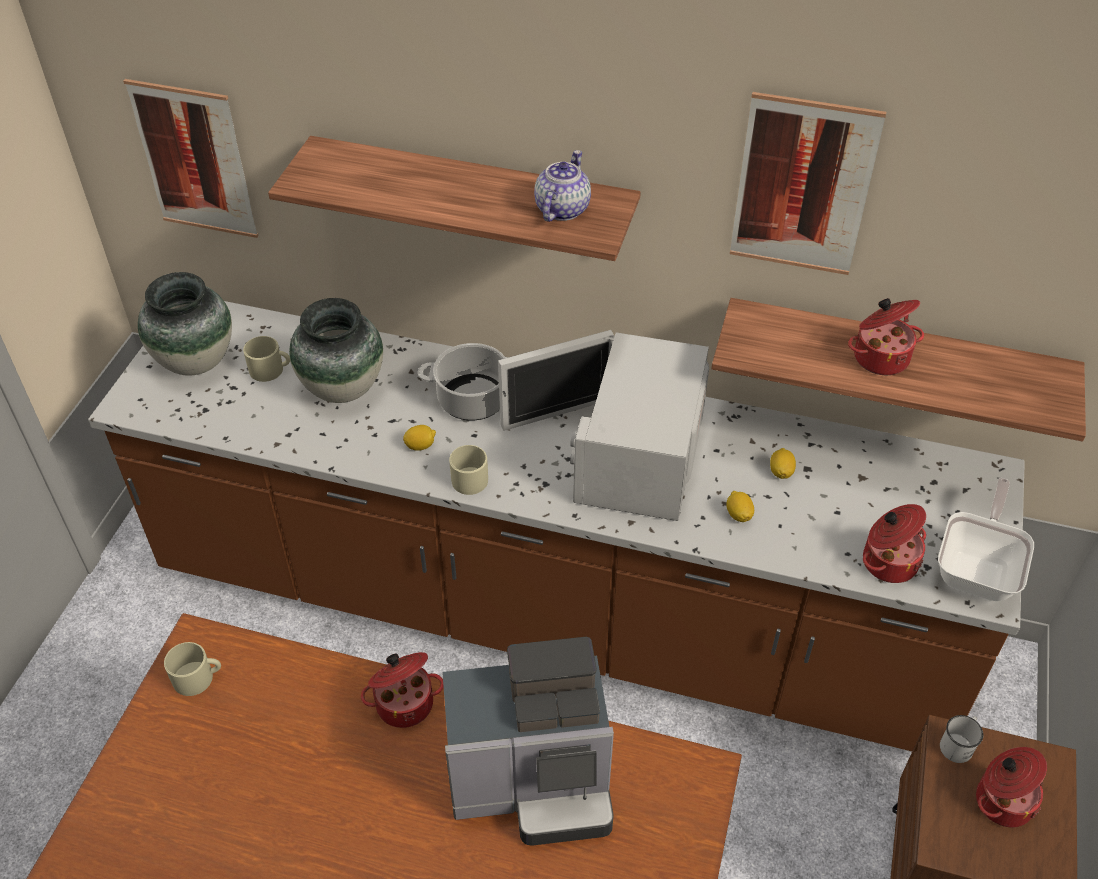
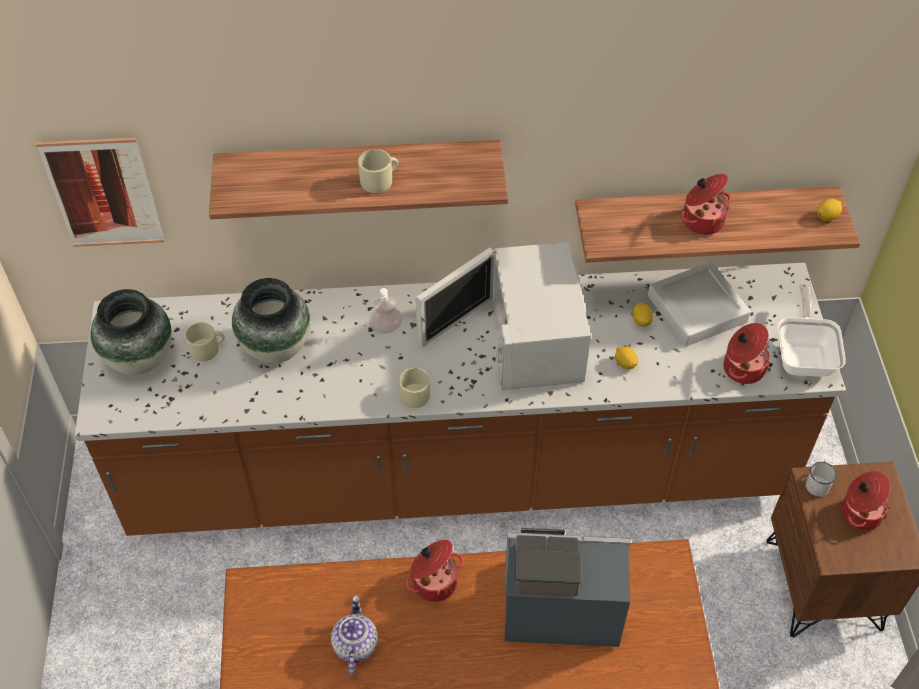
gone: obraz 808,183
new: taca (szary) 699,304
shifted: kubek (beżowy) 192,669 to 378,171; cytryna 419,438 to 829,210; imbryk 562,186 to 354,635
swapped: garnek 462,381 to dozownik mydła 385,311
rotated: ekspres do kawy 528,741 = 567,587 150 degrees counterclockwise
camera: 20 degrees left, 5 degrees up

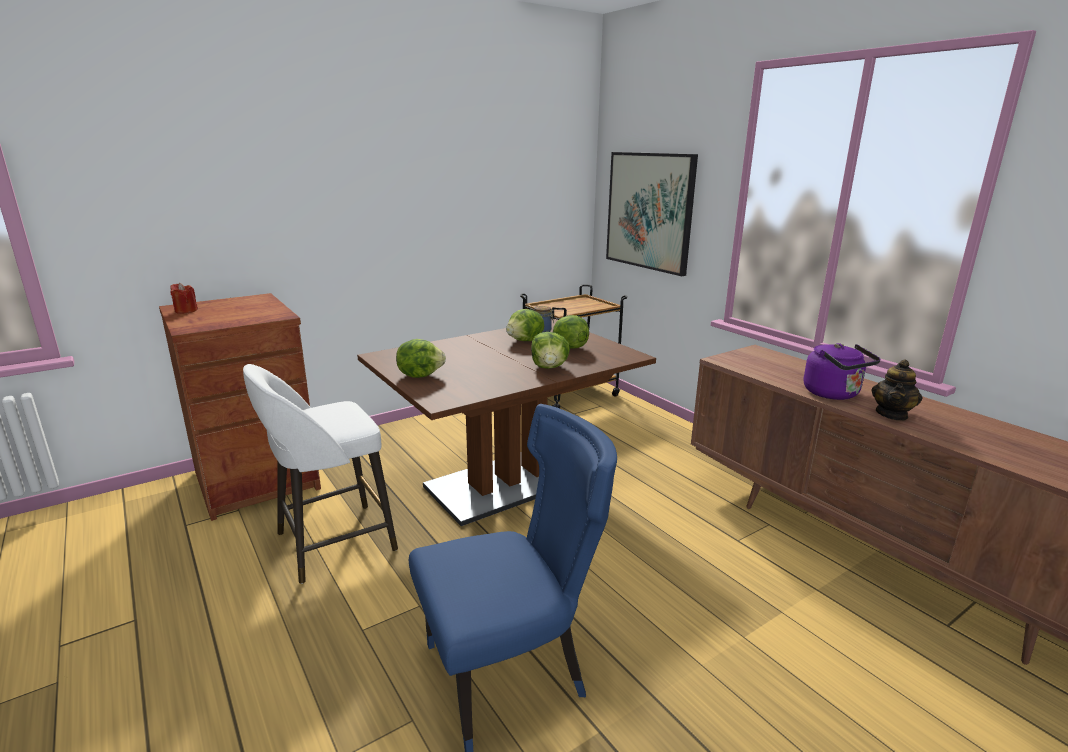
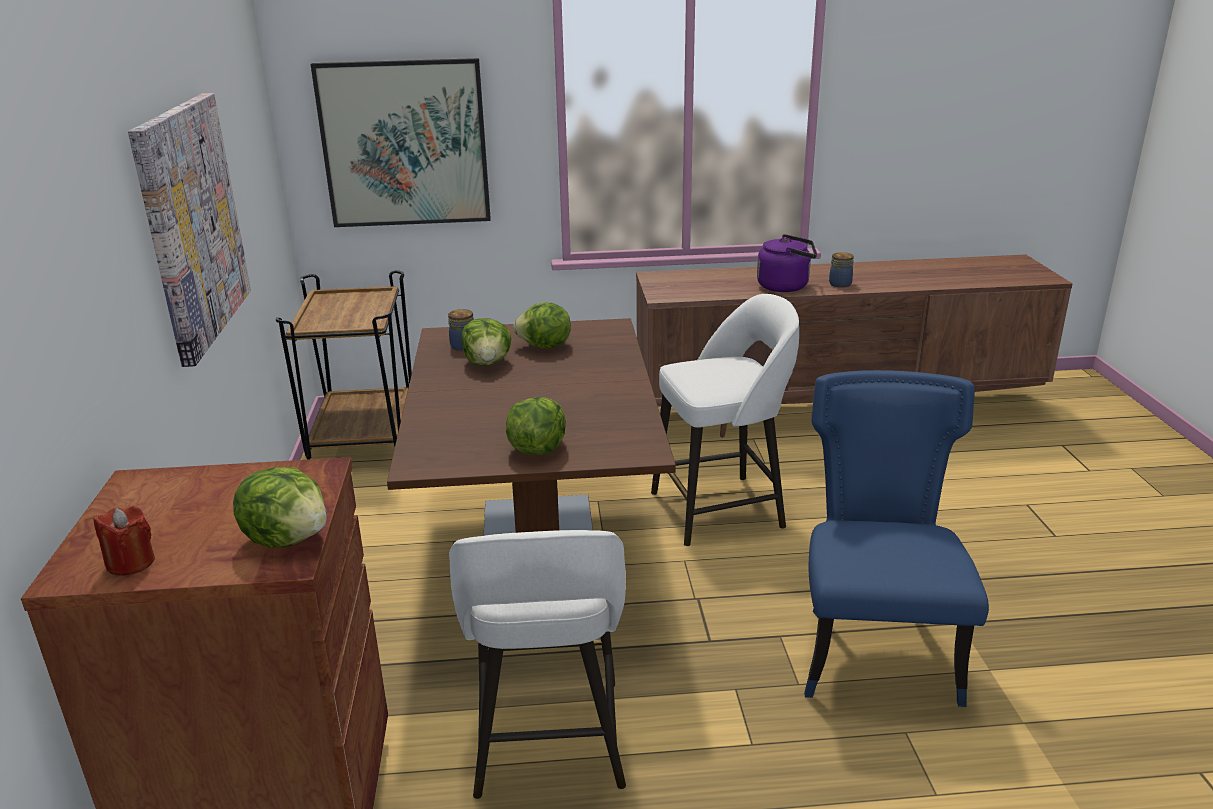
new: obraz 189,230; stołek (biały) 725,420
shifted: sałata 550,350 to 279,507
swapped: imbryk 897,390 to słoik 841,270
camera: 60 degrees left, 5 degrees up

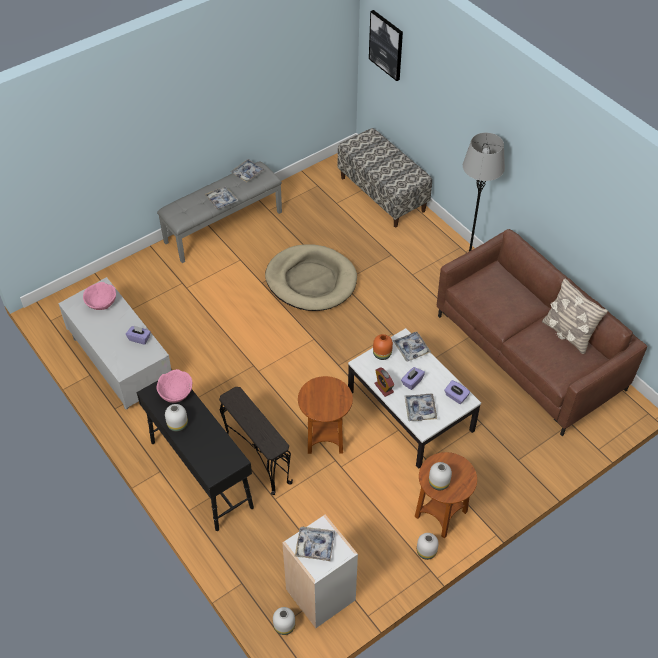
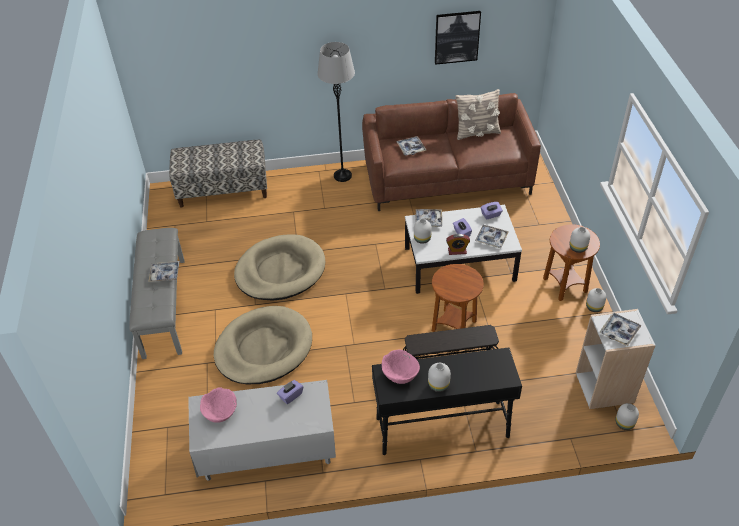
new: legowisko (beżowy) 263,345
shifted: taca 248,170 to 411,146; obraz 386,45 to 458,38
repainted: wazon (pomarańczowy) 383,347 to wazon (biały) 423,231
camera: 60 degrees left, 5 degrees down

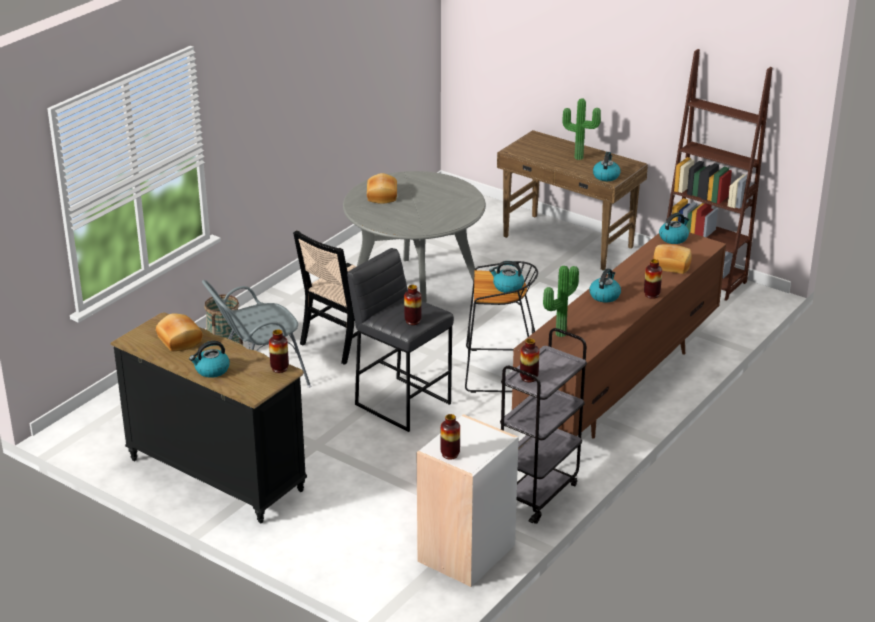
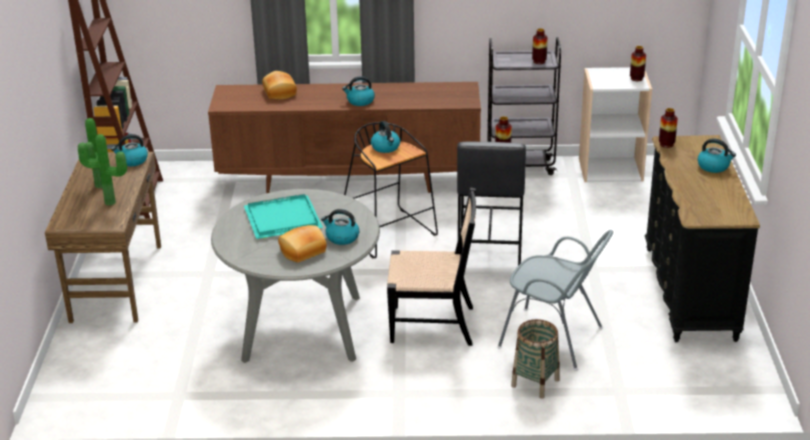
gone: chleb 179,332; wazon 653,279
new: taca (turkusowy) 283,216
shifted: roślina doniczkowa 561,301 to 102,170; czajnik 674,228 to 340,227
camera: 125 degrees left, 0 degrees up

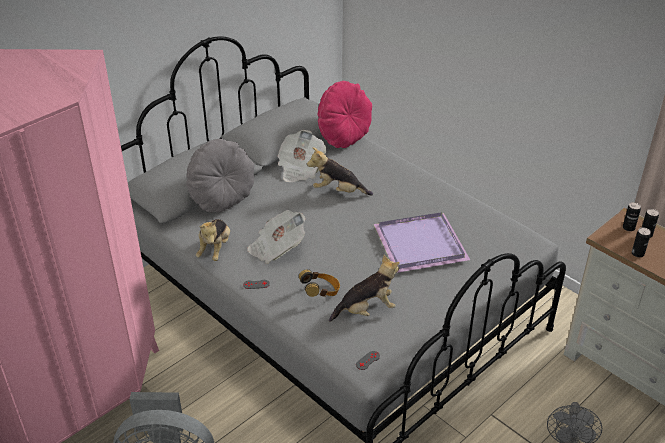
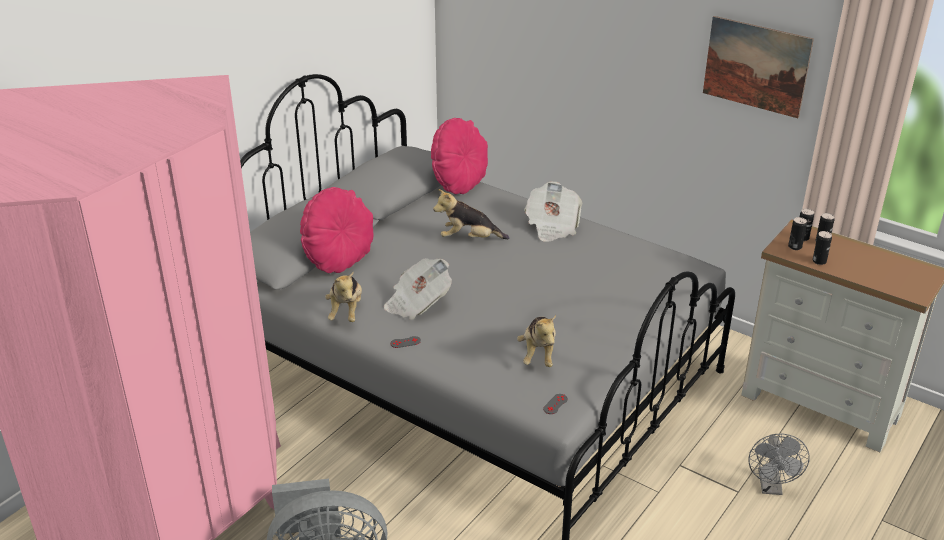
gone: słuchawki 319,283; taca (fioletowy) 421,242
new: obraz 758,67; puszka 797,233
shifted: gazeta 302,156 to 554,212
repainted: poduszka (szary) 220,176 to poduszka (różowy) 336,230
rotated: pluszak 364,288 = 536,341 120 degrees clockwise
camera: 10 degrees left, 5 degrees down

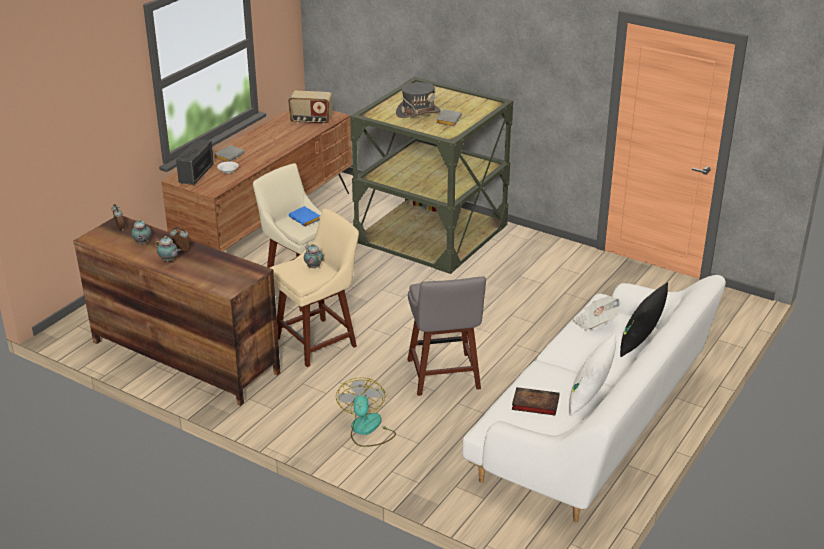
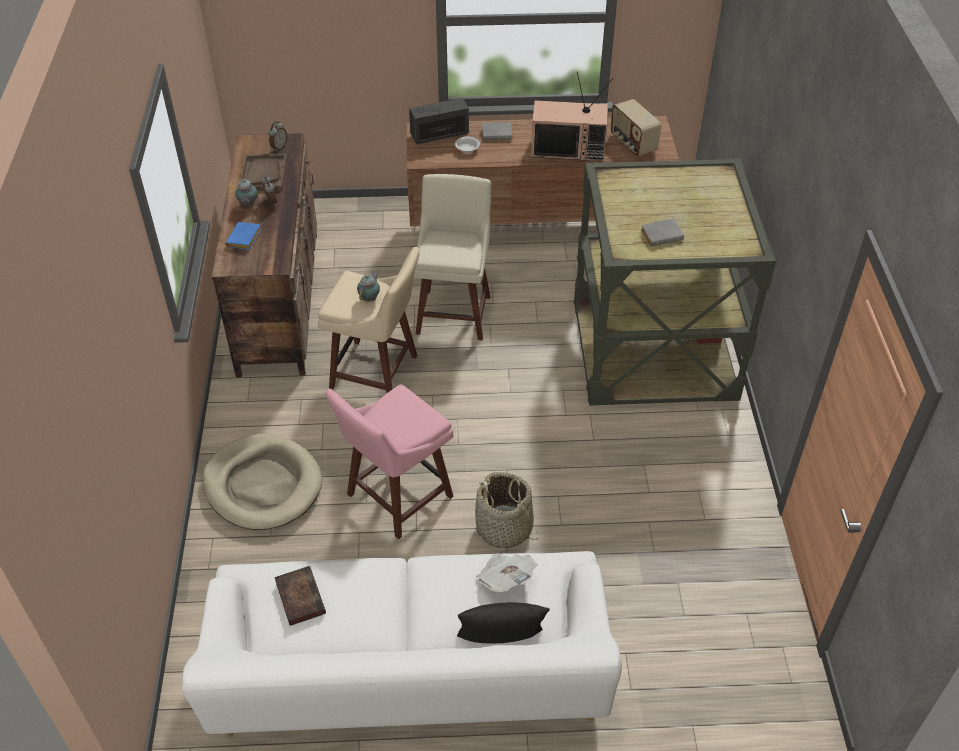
gone: kapelusz (szary) 418,100; poduszka (biały) 592,374
new: koszyk 506,510; telewizor 572,116
shifted: książka (niebieski) 304,216 to 243,236
swapped: imbryk 141,232 to taca (brązowy) 263,172; wentylator 366,412 to legowisko (beżowy) 262,482
repainted: stołek (szary) 446,336 to stołek (różowy) 389,461
camera: 55 degrees right, 15 degrees up

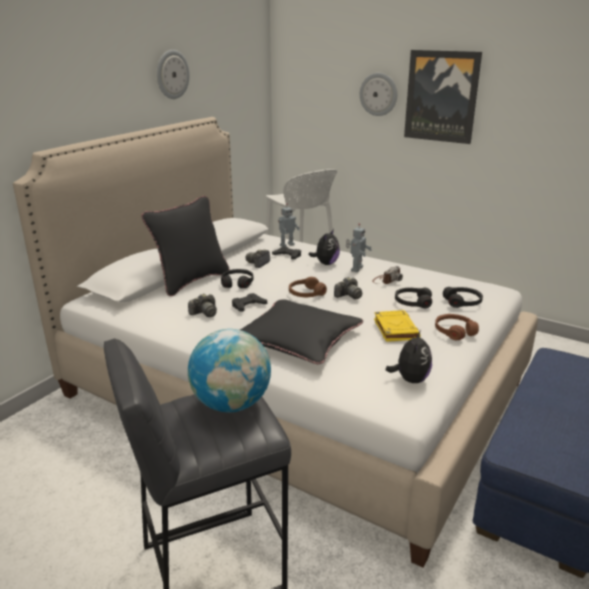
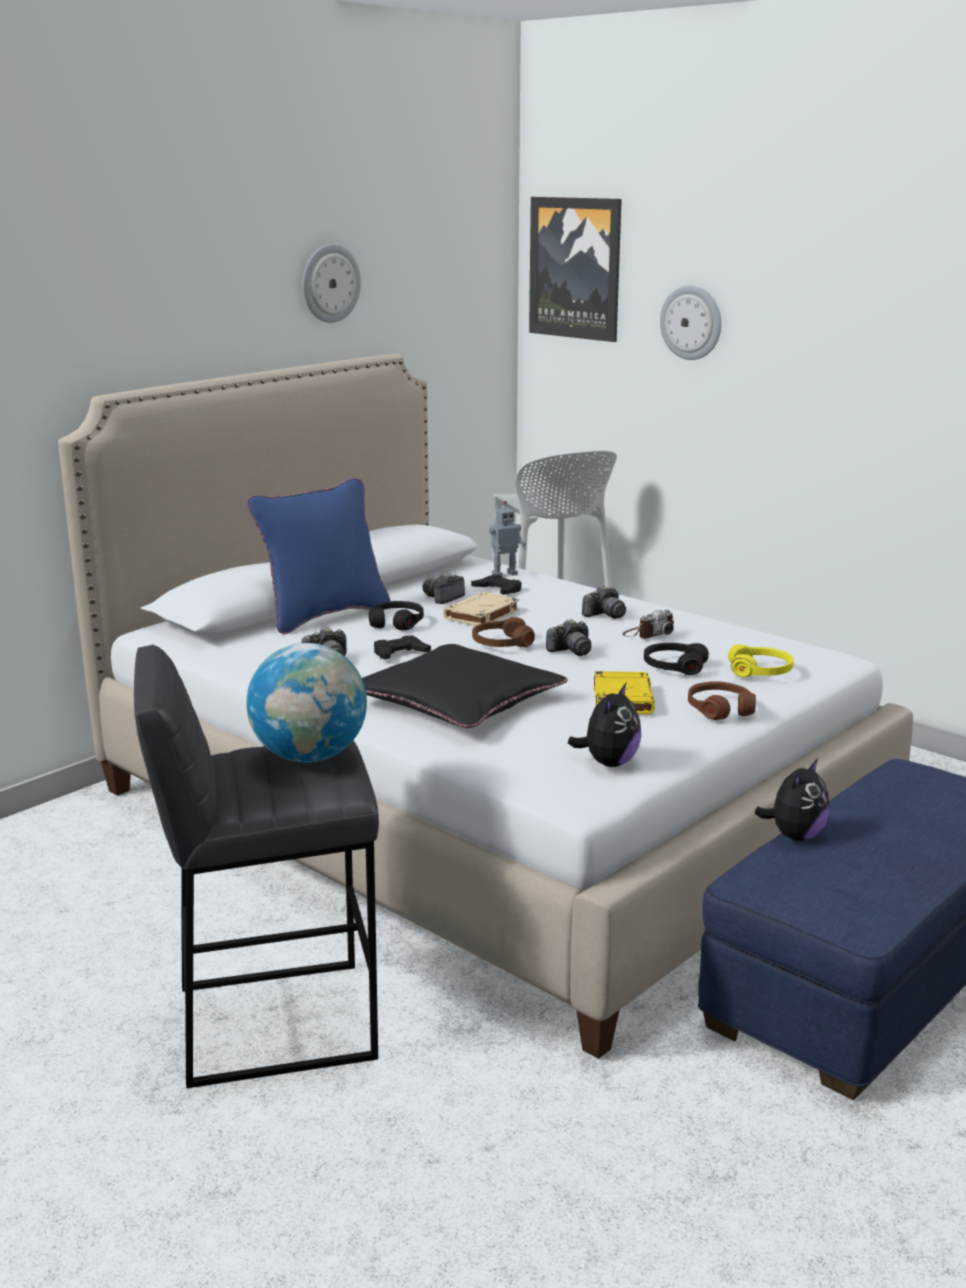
new: książka (beżowy) 481,609
shifted: pluszak 324,247 to 792,799; obraz 443,97 to 575,269
swapped: robot zabawkowy 359,247 to aparat fotograficzny 604,602
repainted: poduszka (czarny) 185,246 to poduszka (niebieski) 318,556; słuchawki (czarny) 463,297 to słuchawki (żółty) 761,660
camera: 10 degrees right, 5 degrees down

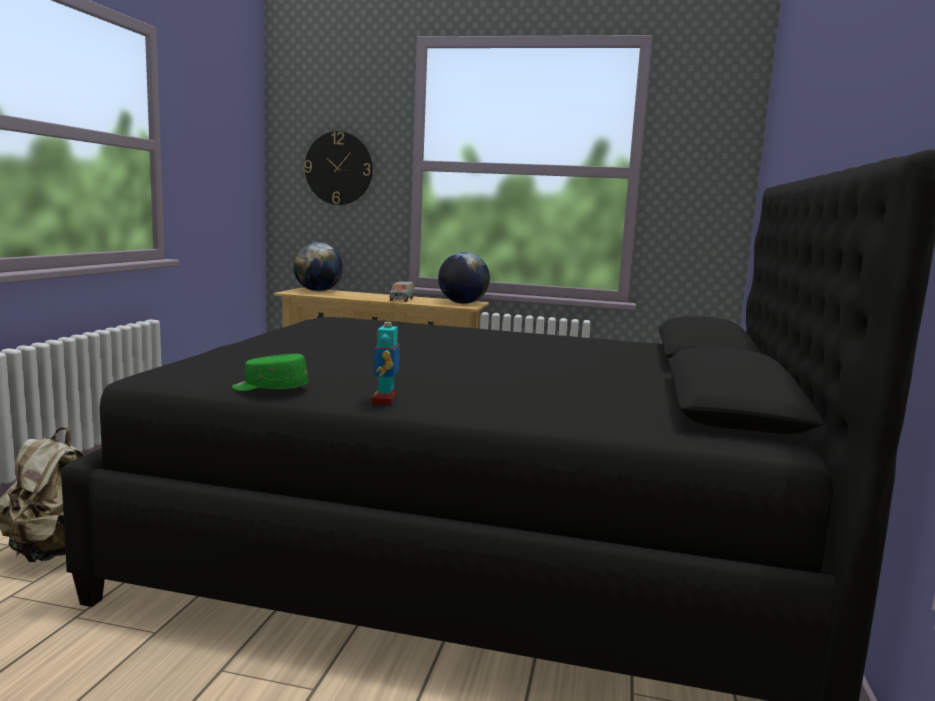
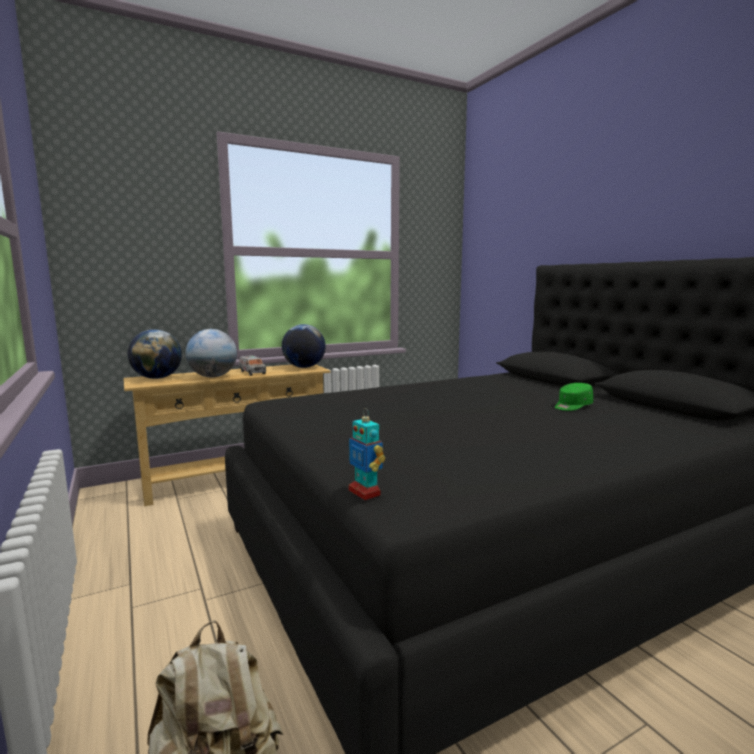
gone: zegar ścienny 338,168
new: globus 211,353
shifted: czapka z daszkiem (zielony) 270,372 to 574,397; robot zabawkowy 385,359 to 367,454
camera: 40 degrees left, 0 degrees up

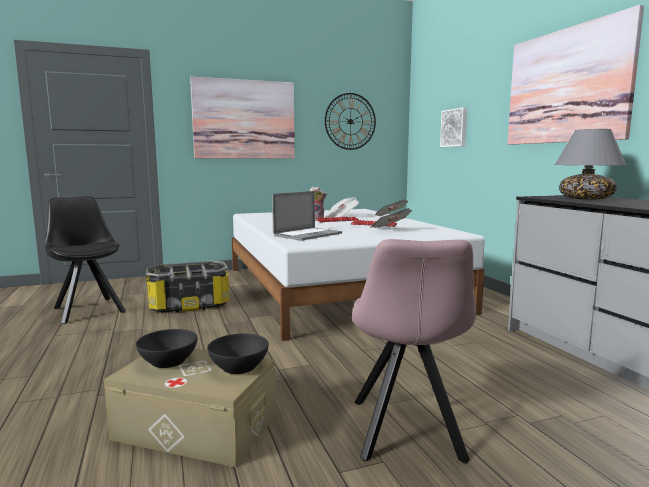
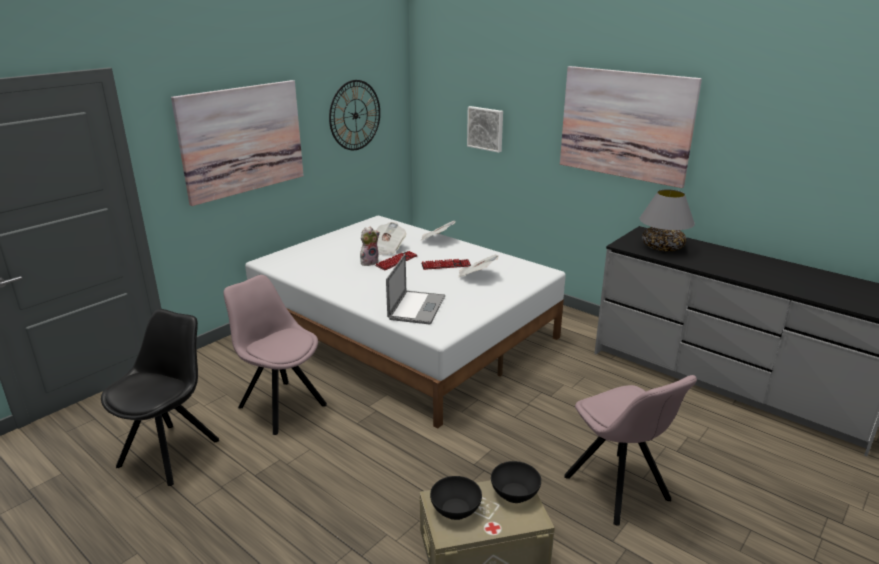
swapped: pojemnik do przechowywania 187,287 to krzesło (różowy) 275,355
rotated: krzesło (czarny) 85,260 = 160,397 90 degrees clockwise
camera: 30 degrees left, 15 degrees up

